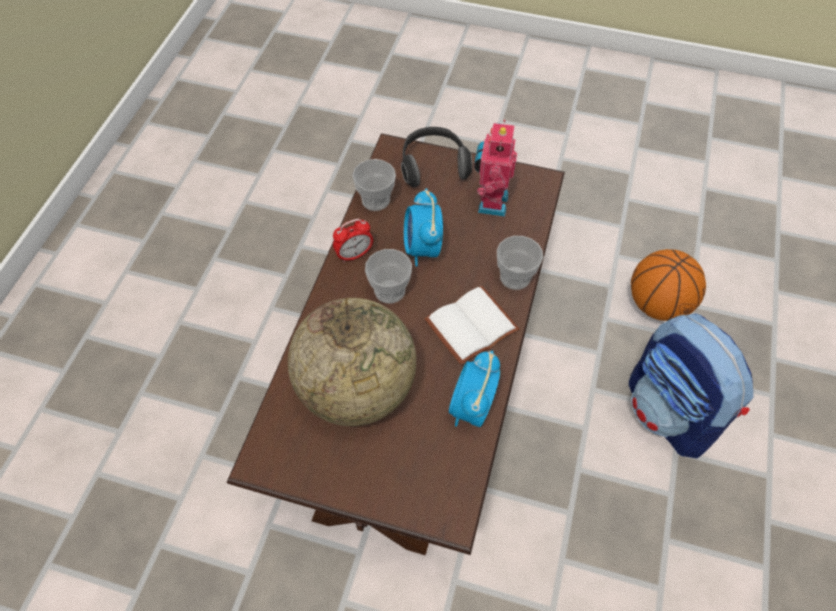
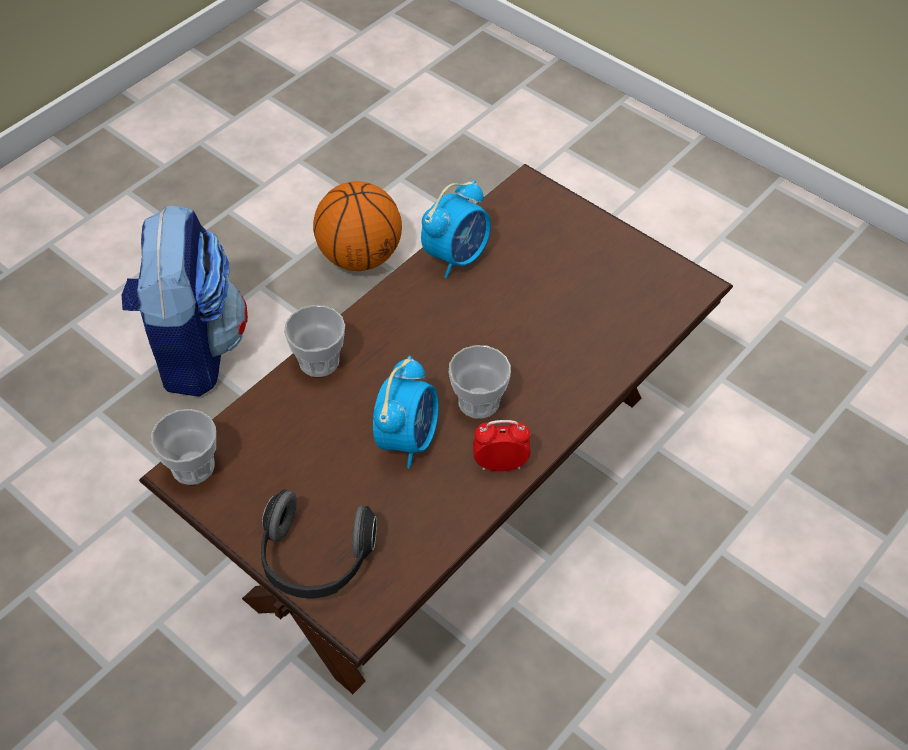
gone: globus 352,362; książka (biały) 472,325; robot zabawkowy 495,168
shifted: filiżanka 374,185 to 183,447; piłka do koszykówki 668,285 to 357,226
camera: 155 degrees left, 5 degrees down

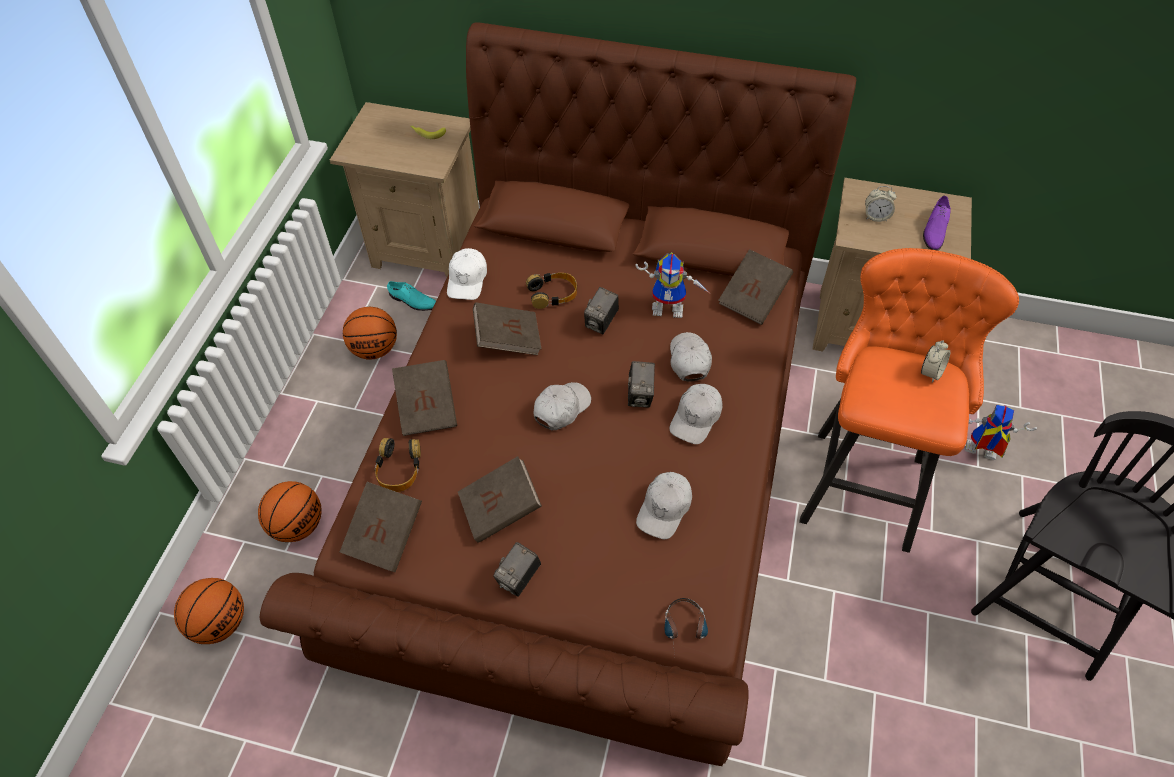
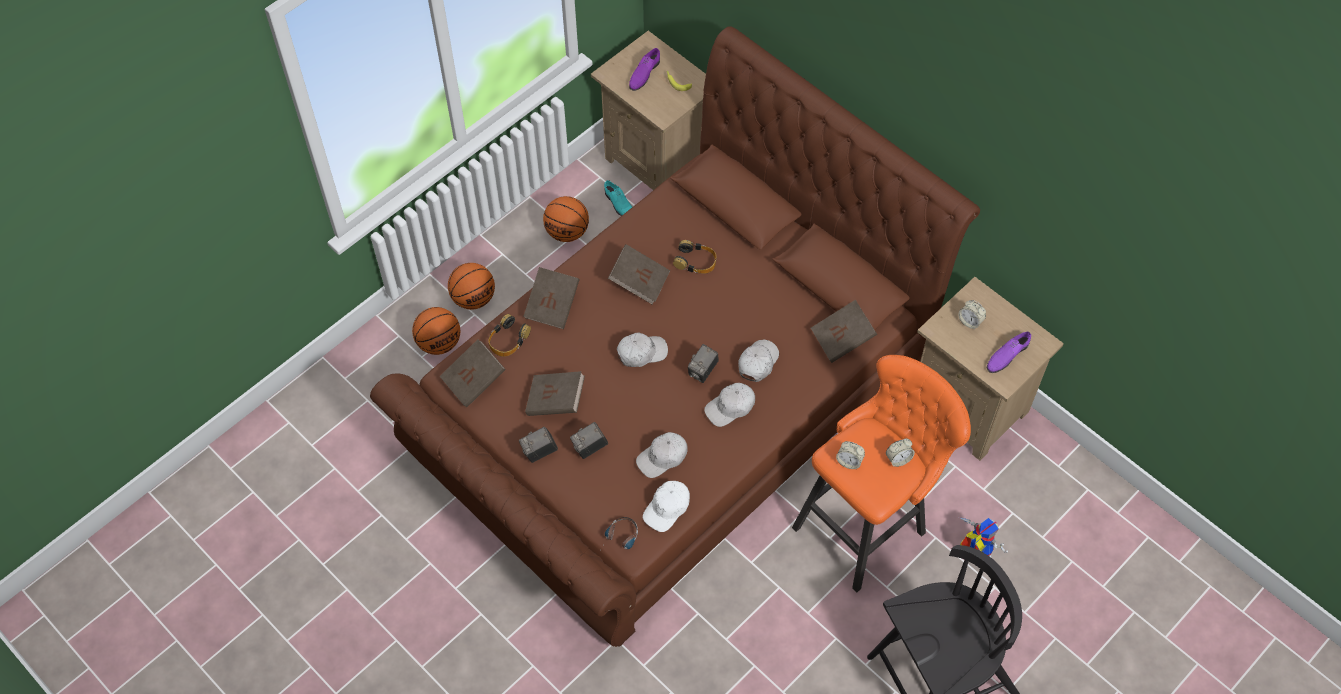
gone: robot zabawkowy 672,285
new: but (fioletowy) 644,69; budzik 850,455
shifted: piłka do koszykówki 209,611 to 471,286; czapka z daszkiem (biały) 467,274 to 666,506; aparat fotograficzny 601,310 to 589,440
camera: 30 degrees right, 5 degrees up

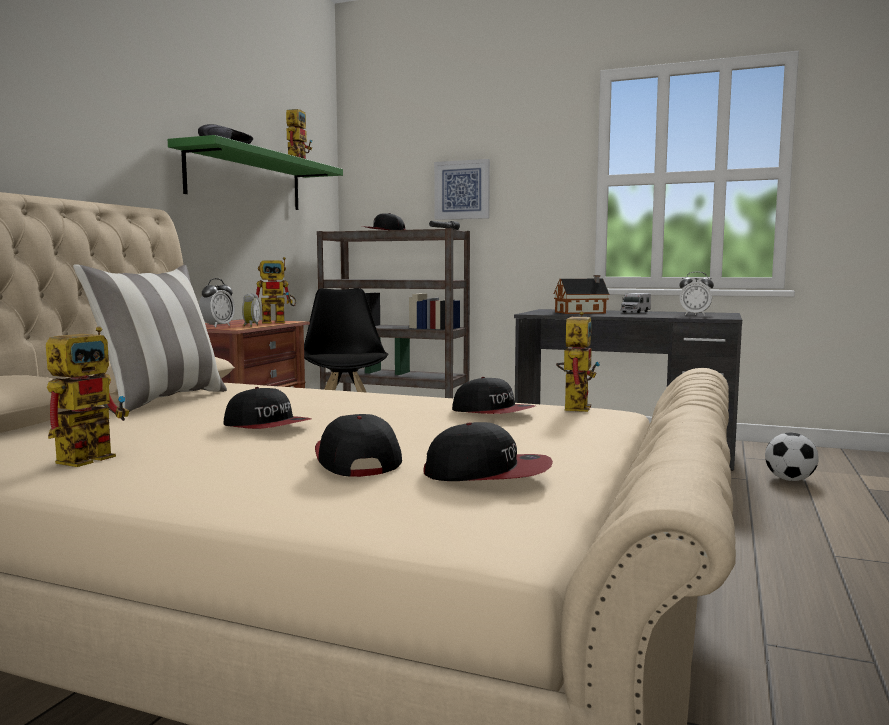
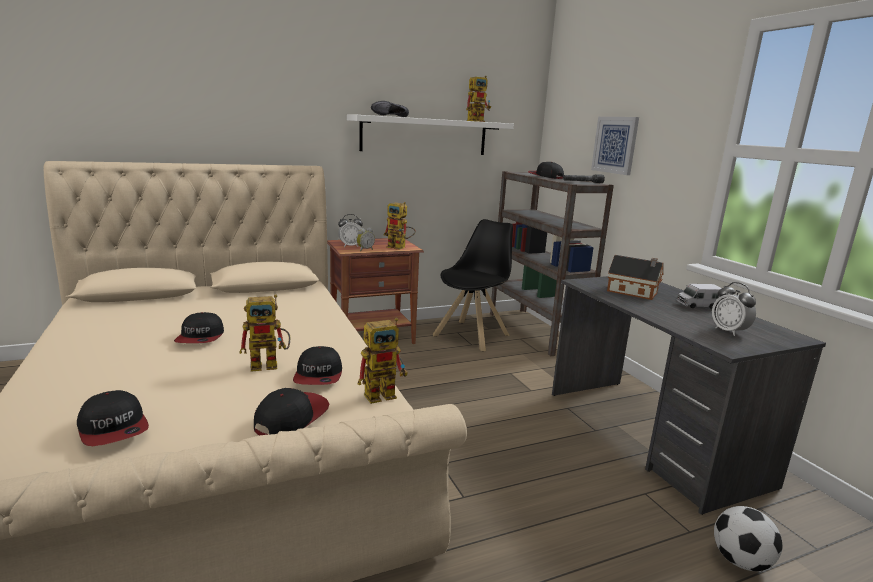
gone: poduszka 150,338
shifted: robot zabawkowy 87,397 to 264,333; czapka z daszkiem 358,445 to 292,411
repainted: półka (zielony) 255,172 to półka (biały) 430,135
camera: 45 degrees right, 10 degrees up

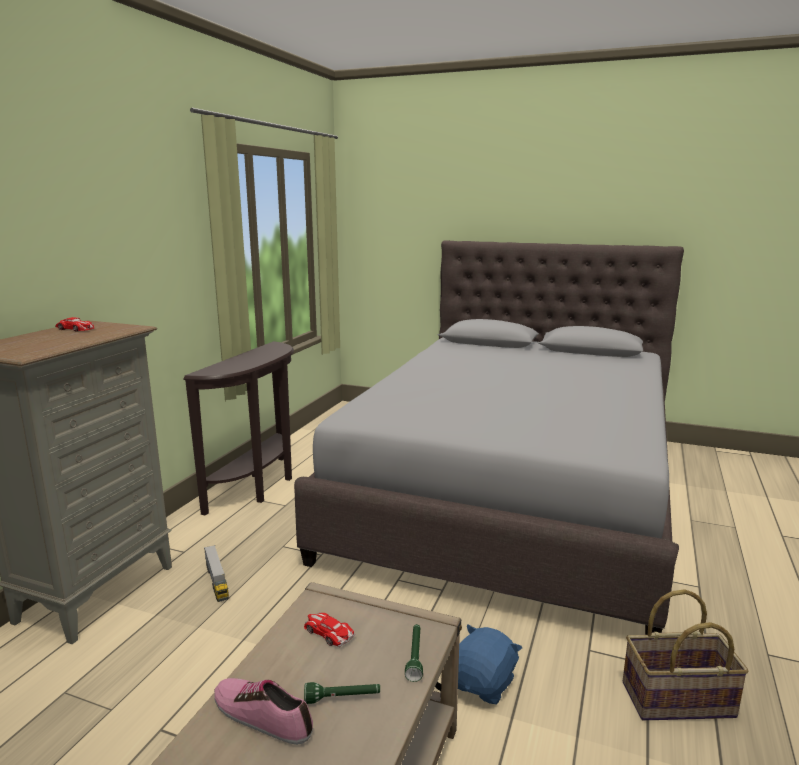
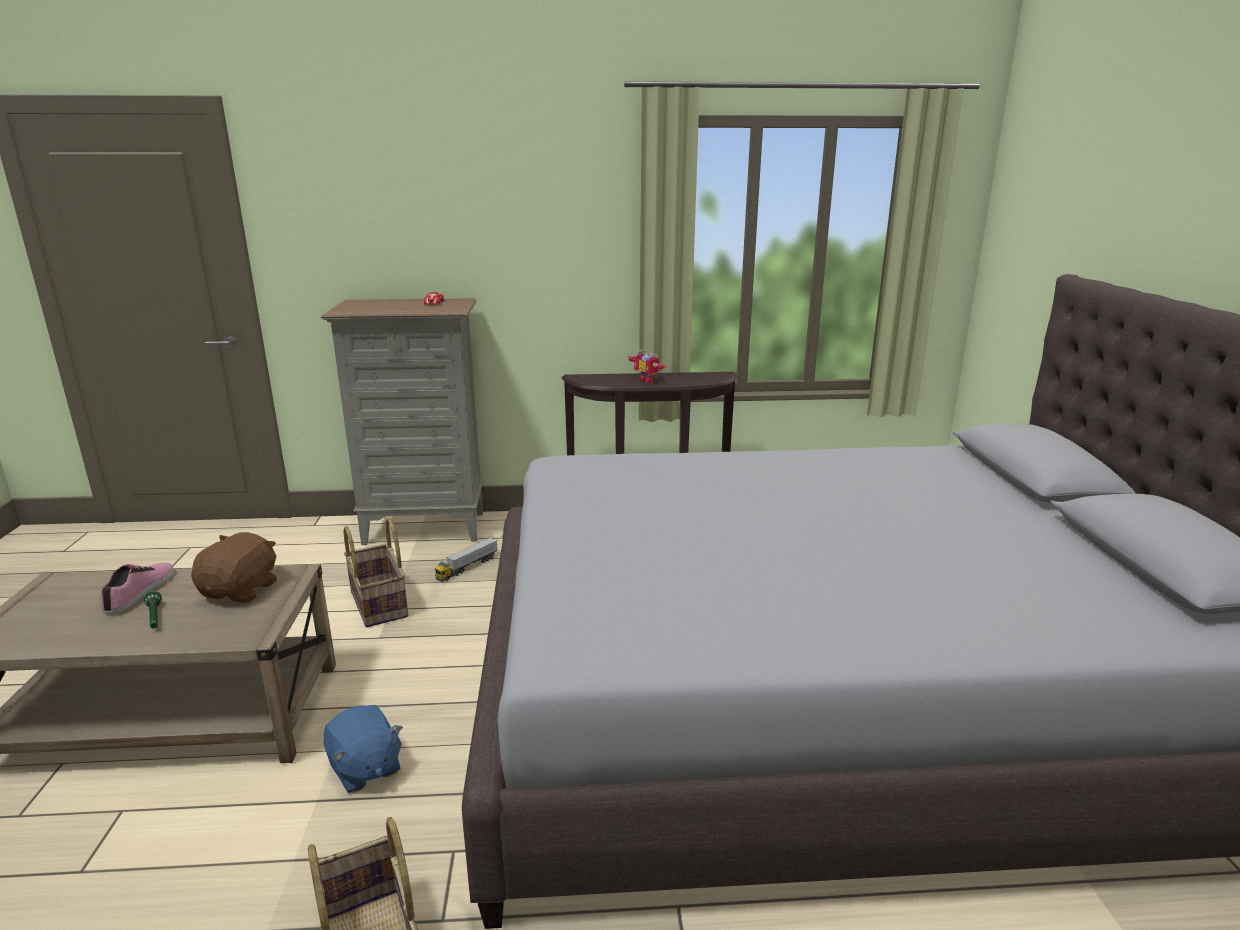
gone: latarka (zielony) 414,653
new: koszyk 376,572; robot zabawkowy 646,366
swapped: samochodzik 330,629 to pluszak (brązowy) 234,567
rotated: pluszak (niebieski) 490,664 = 363,749 45 degrees clockwise
camera: 65 degrees right, 5 degrees up

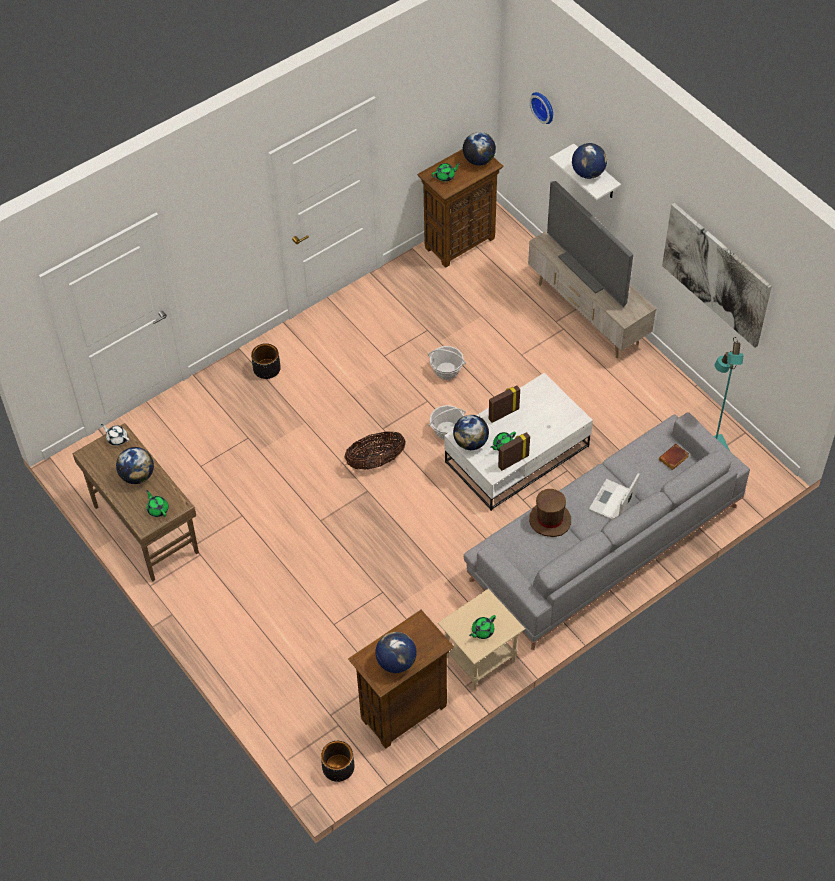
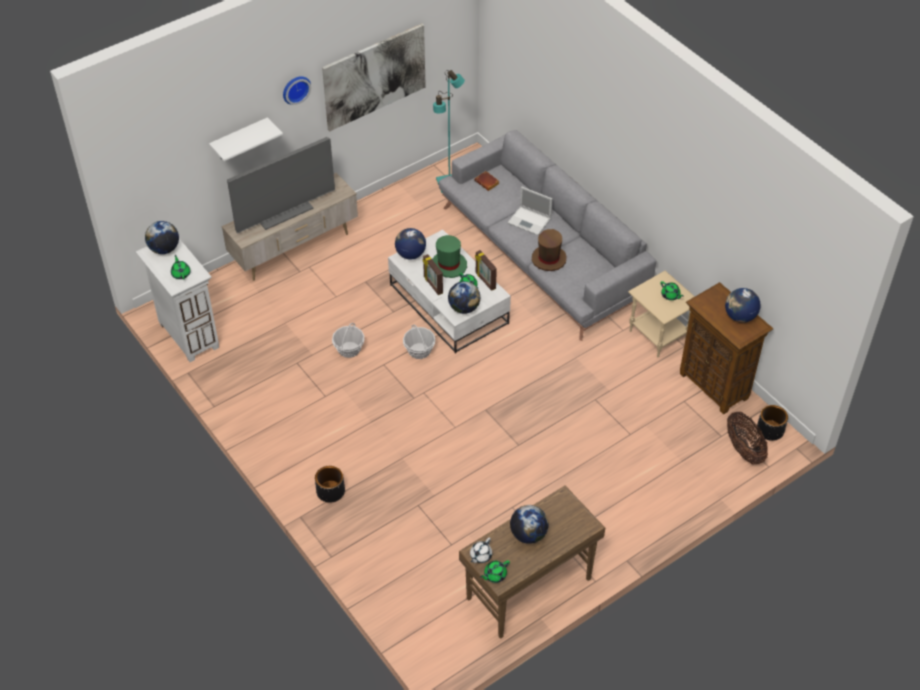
new: kapelusz (zielony) 449,256
shifted: imbryk (zielony) 157,503 to 495,571; koszyk 375,450 to 747,438; zegar ścienny 541,108 to 297,90; globus 589,161 to 410,243
repainted: szafka (brązowy) 460,208 to szafka (biały) 177,300
camera: 90 degrees left, 5 degrees down

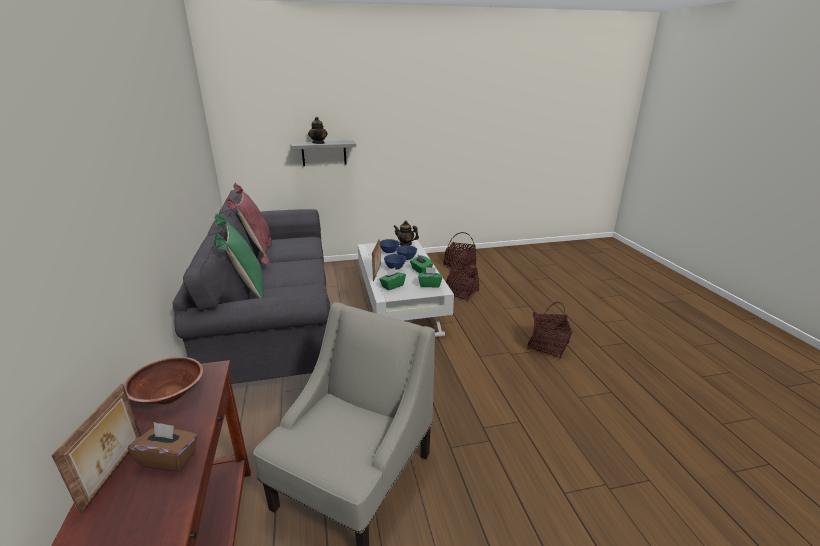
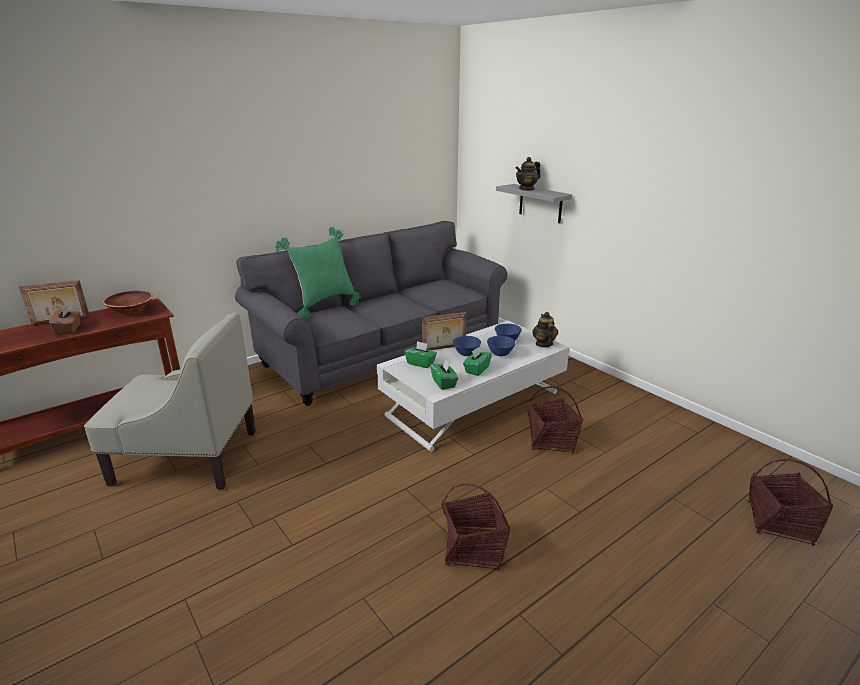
gone: poduszka (czerwony) 249,224
shifted: koszyk 459,251 to 790,502
camera: 65 degrees right, 0 degrees up

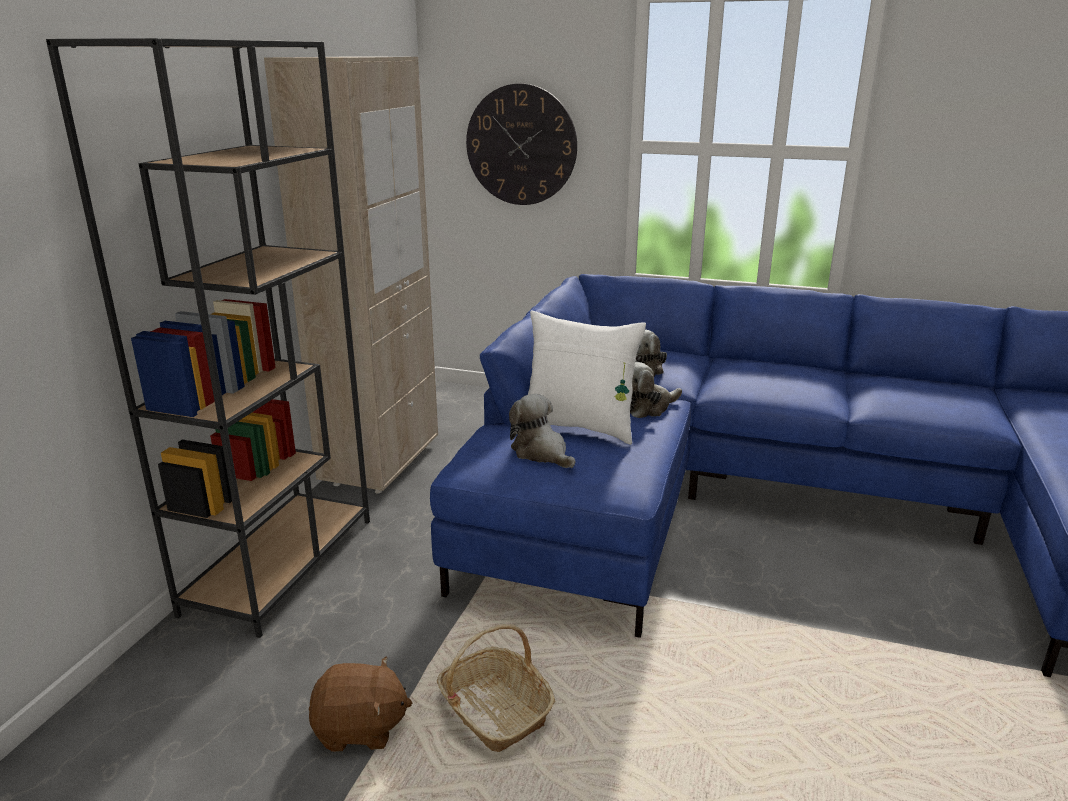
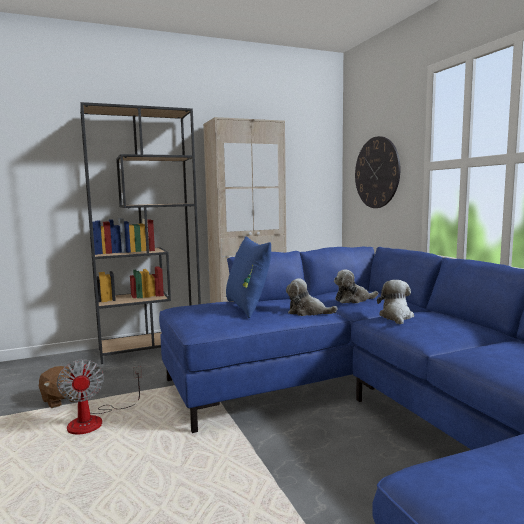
shifted: pluszak 542,431 to 395,302
swapped: koszyk 496,688 to wentylator 99,397
repainted: poduszka (biały) 587,377 to poduszka (niebieski) 248,277
camera: 50 degrees right, 15 degrees down

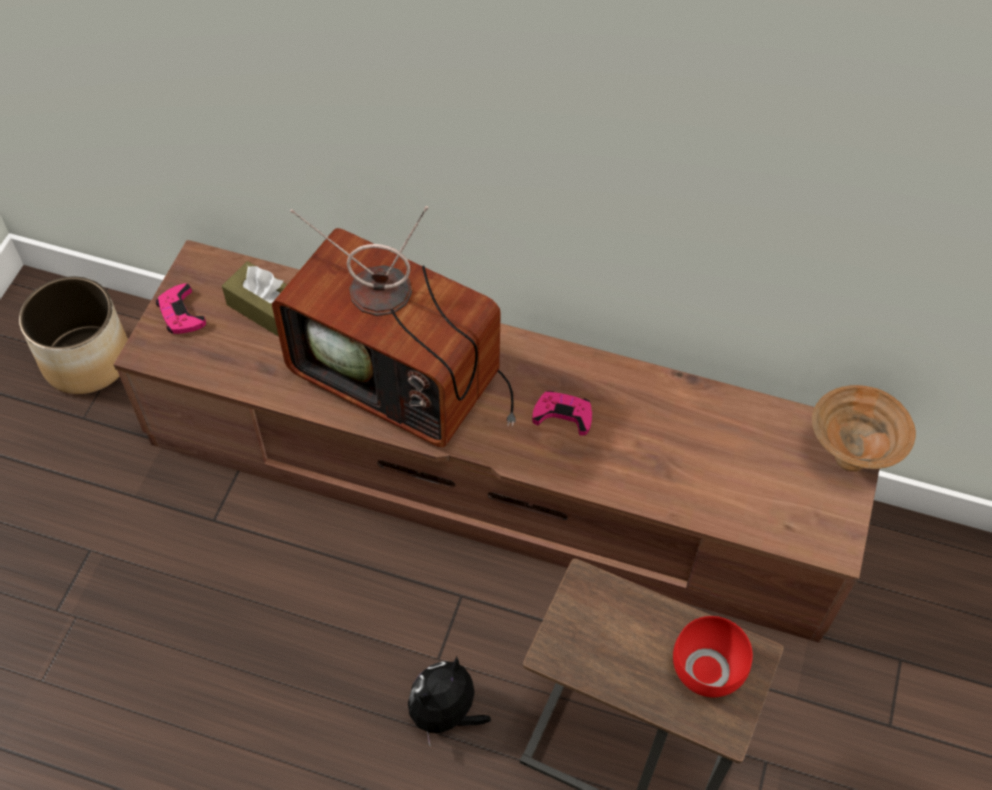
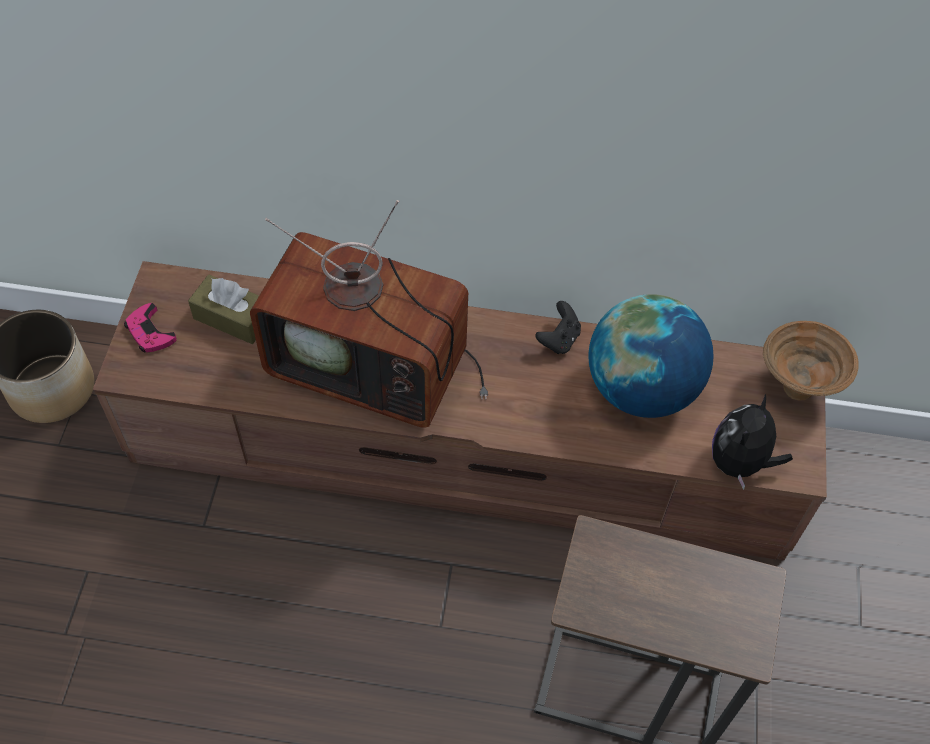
gone: pad do gier (różowy) 562,413; miska (czerwony) 713,656
new: pad do gier (czarny) 558,327; globus 651,356
shifted: pluszak 449,701 to 752,441
camera: 10 degrees left, 0 degrees up

